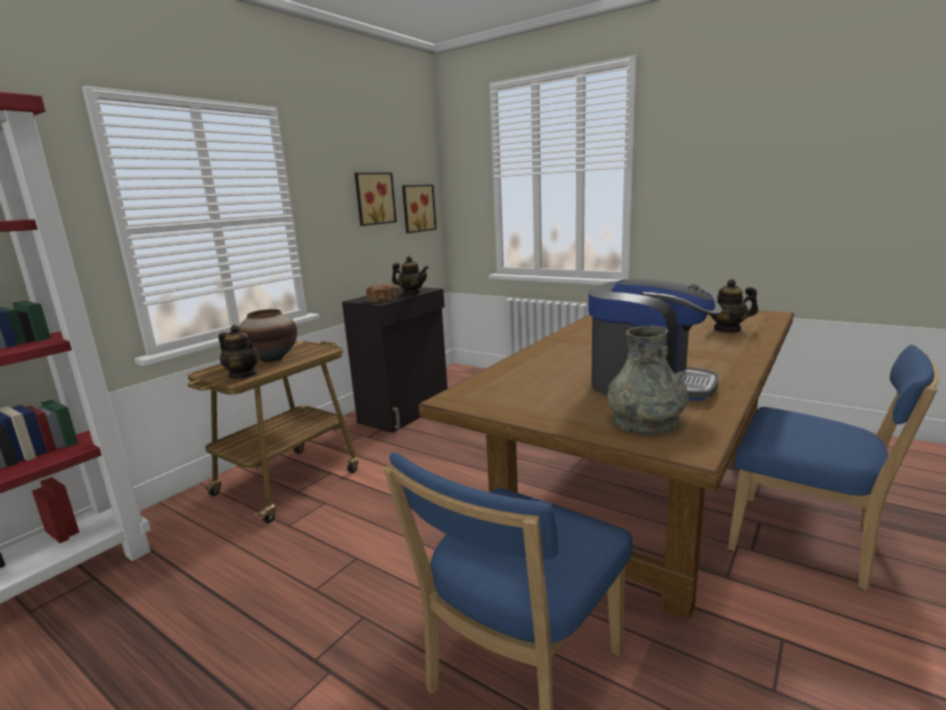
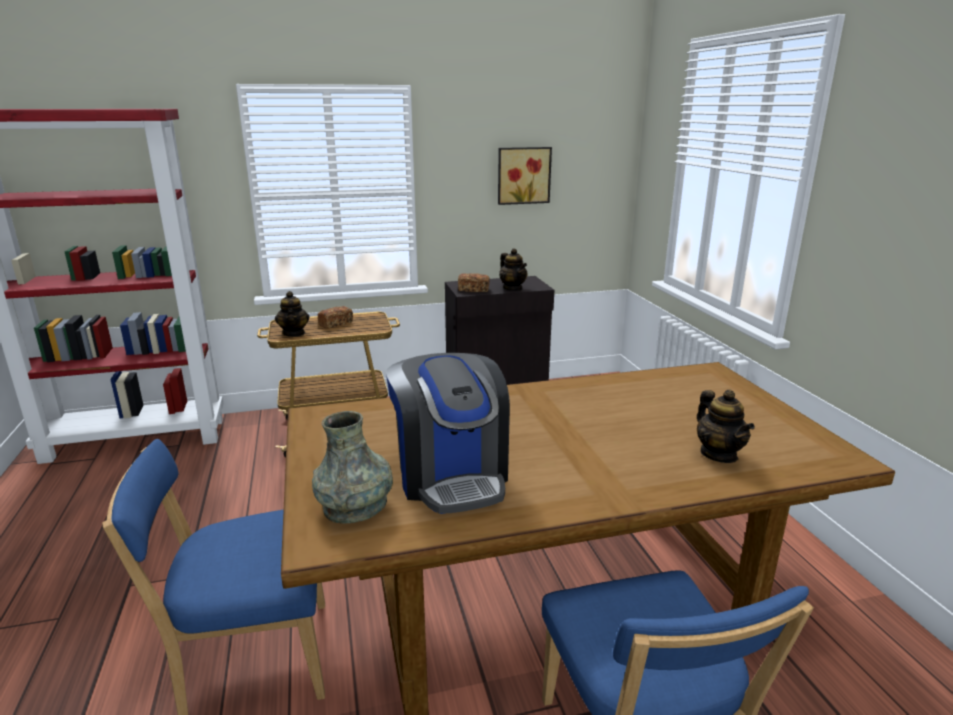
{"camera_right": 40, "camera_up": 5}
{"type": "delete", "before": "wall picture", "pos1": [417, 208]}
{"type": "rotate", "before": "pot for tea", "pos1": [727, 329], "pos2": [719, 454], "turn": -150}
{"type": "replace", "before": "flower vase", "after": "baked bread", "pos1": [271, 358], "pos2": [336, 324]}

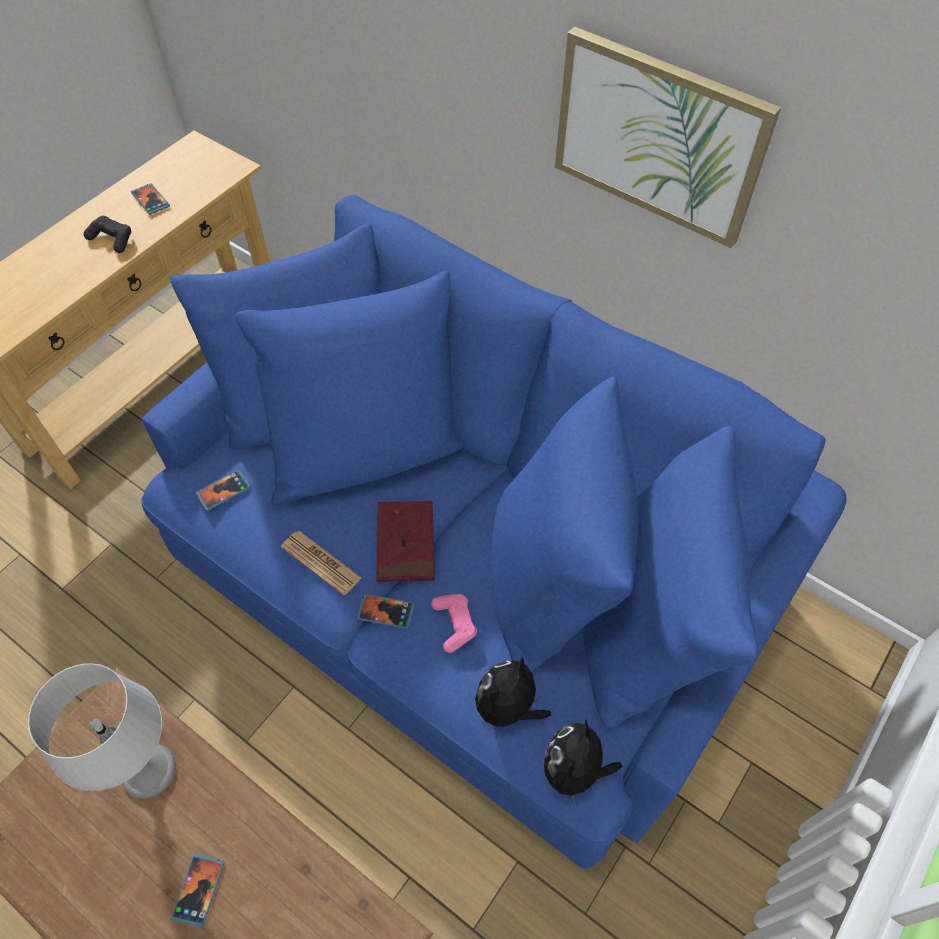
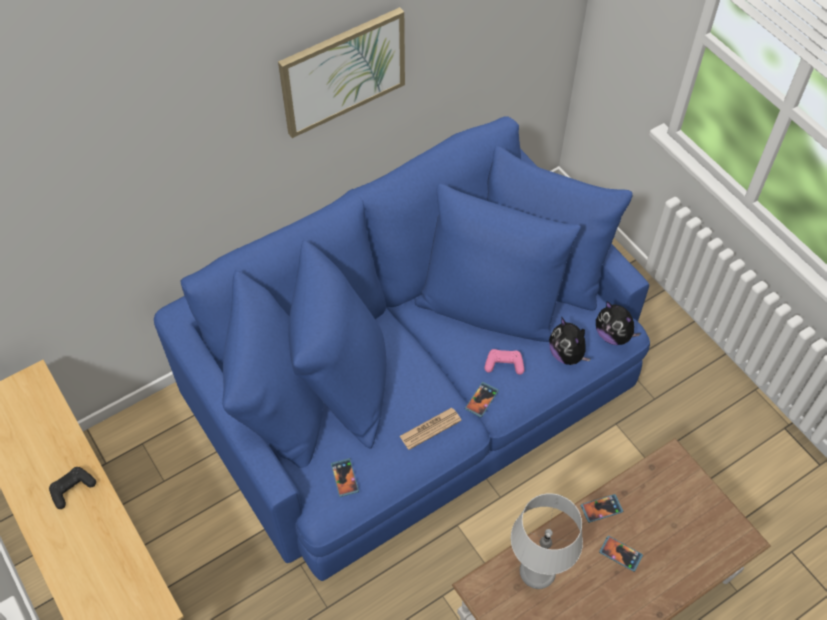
{"camera_right": -70, "camera_up": 0}
{"type": "move", "before": "handset", "pos1": [151, 200], "pos2": [601, 509]}
{"type": "delete", "before": "bound book/red-coloured", "pos1": [405, 543]}

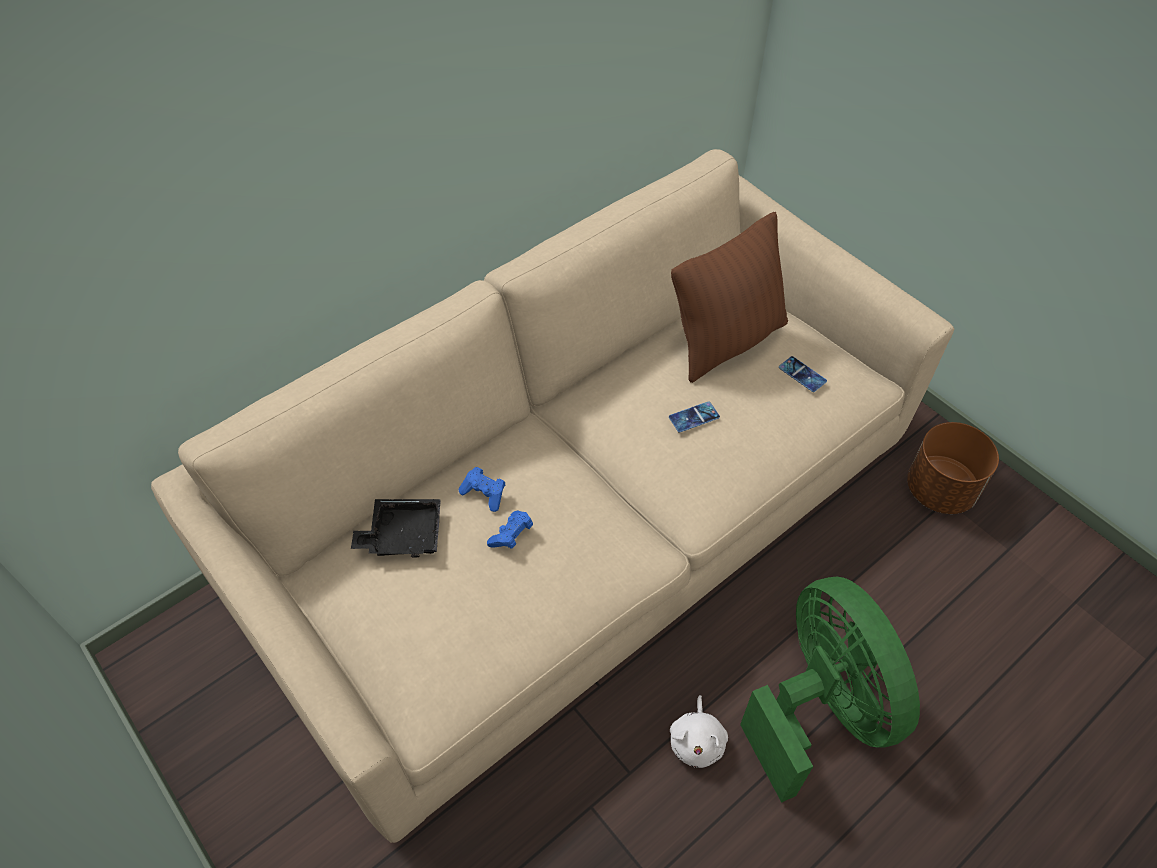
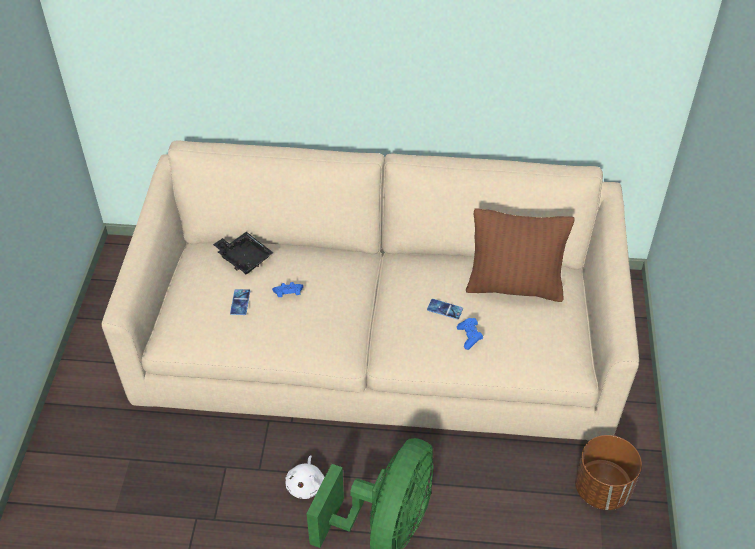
{"camera_right": 45, "camera_up": -5}
{"type": "move", "before": "handset", "pos1": [802, 374], "pos2": [240, 302]}
{"type": "move", "before": "game controller/blue-coloured", "pos1": [484, 494], "pos2": [469, 337]}
{"type": "rotate", "before": "soft toy/white-coloured", "pos1": [697, 741], "pos2": [306, 485], "turn": -45}

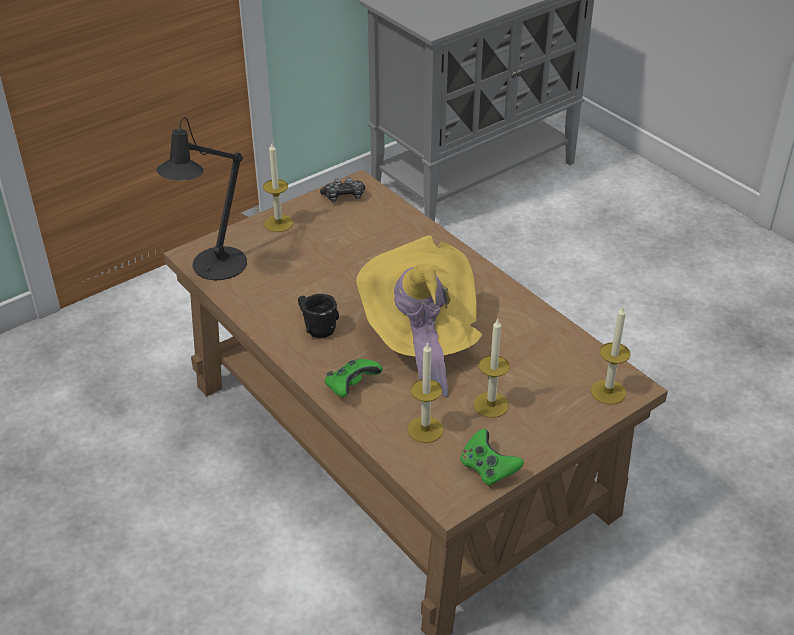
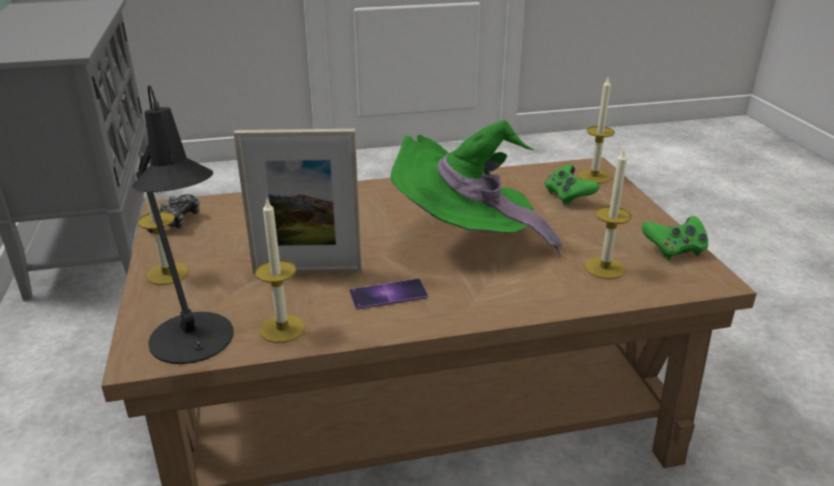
{"camera_right": -65, "camera_up": -10}
{"type": "recolor", "before": "clothing hat/yellowish", "after": "clothing hat/green", "pos1": [420, 341], "pos2": [467, 238]}
{"type": "replace", "before": "tea mug/black", "after": "handset", "pos1": [313, 325], "pos2": [388, 294]}
{"type": "move", "before": "wax candle", "pos1": [491, 405], "pos2": [282, 328]}
{"type": "move", "before": "game controller/green", "pos1": [351, 387], "pos2": [567, 196]}
{"type": "insert", "after": "photo frame", "pos2": [307, 271]}

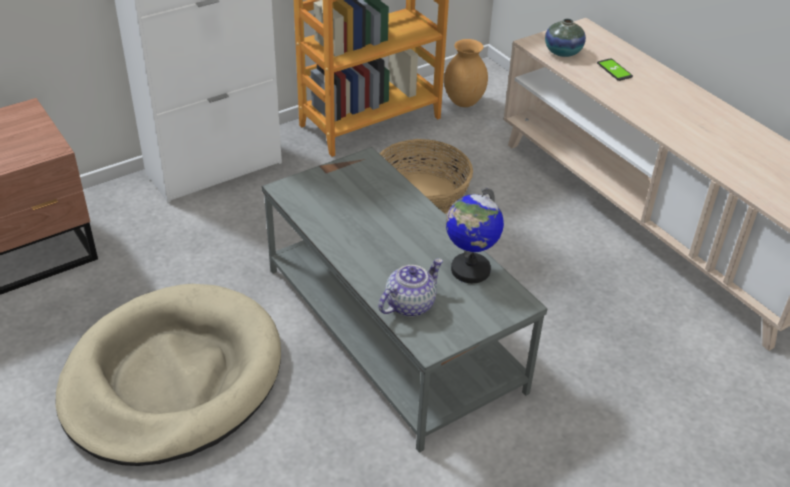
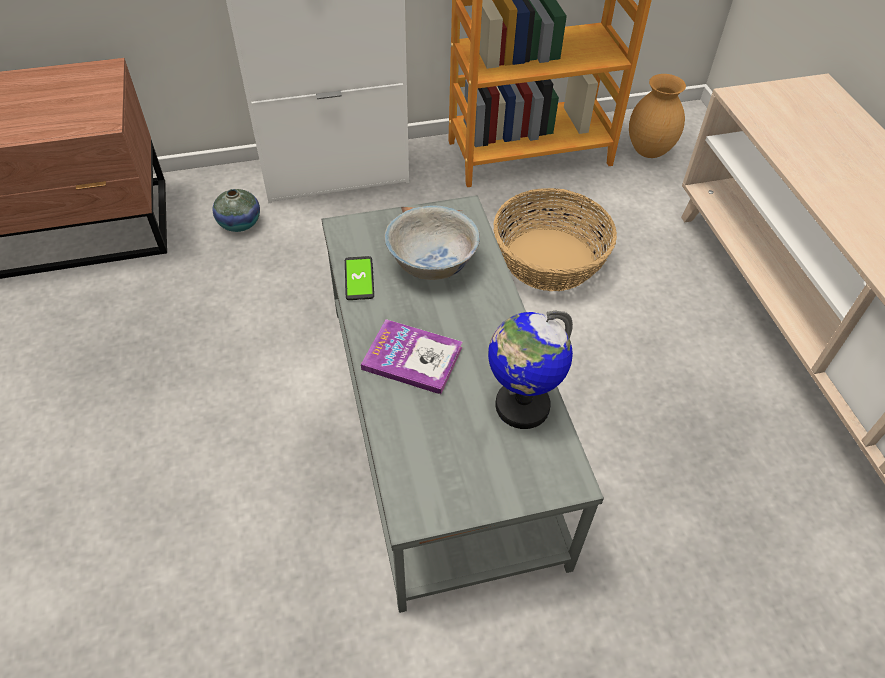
{"camera_right": 20, "camera_up": 10}
{"type": "move", "before": "flower vase", "pos1": [563, 52], "pos2": [239, 223]}
{"type": "move", "before": "handset", "pos1": [614, 70], "pos2": [359, 279]}
{"type": "delete", "before": "pot for tea", "pos1": [409, 304]}
{"type": "delete", "before": "dog bed/sand-coloured", "pos1": [172, 378]}
{"type": "insert", "after": "deep dish/white-coloured", "pos2": [432, 263]}
{"type": "insert", "after": "bound book", "pos2": [412, 358]}

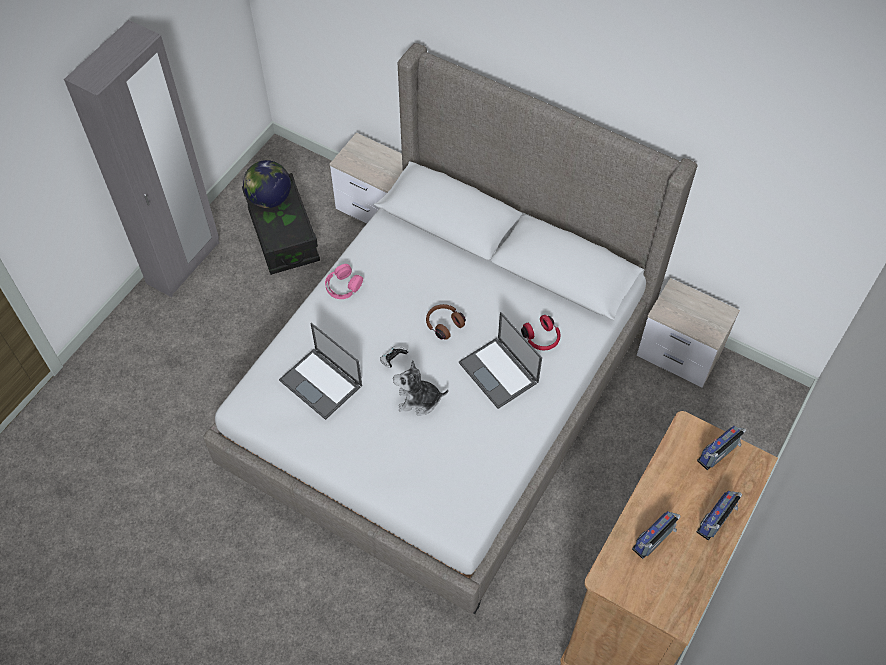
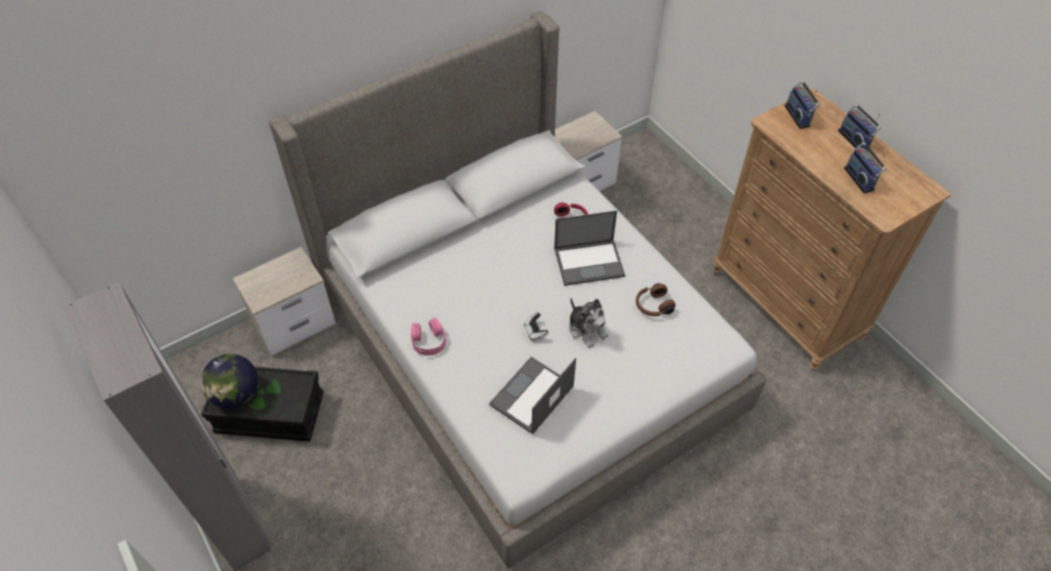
{"camera_right": -65, "camera_up": -5}
{"type": "move", "before": "headphones/brownish", "pos1": [443, 324], "pos2": [652, 306]}
{"type": "rotate", "before": "notebook computer", "pos1": [322, 383], "pos2": [531, 396], "turn": 150}
{"type": "rotate", "before": "soft toy", "pos1": [419, 400], "pos2": [587, 329], "turn": -60}

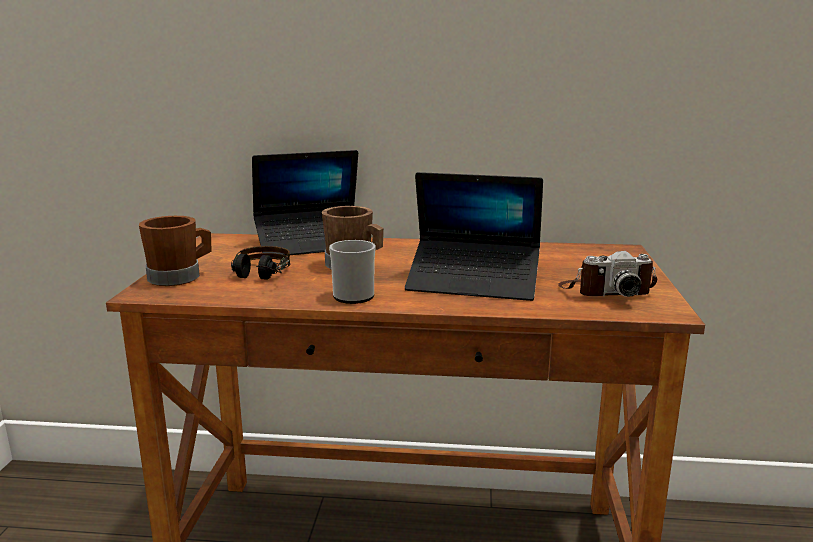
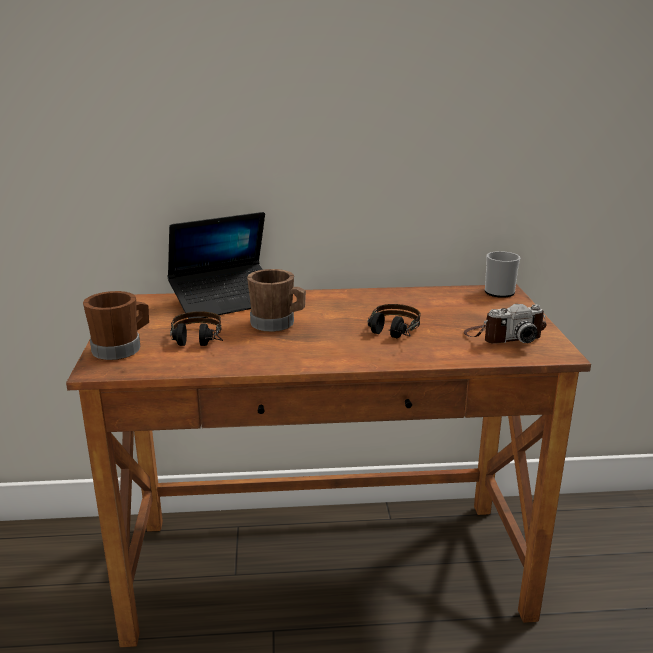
{"camera_right": -10, "camera_up": 5}
{"type": "replace", "before": "notebook computer", "after": "headphones", "pos1": [473, 282], "pos2": [391, 335]}
{"type": "move", "before": "tea mug", "pos1": [356, 294], "pos2": [499, 291]}

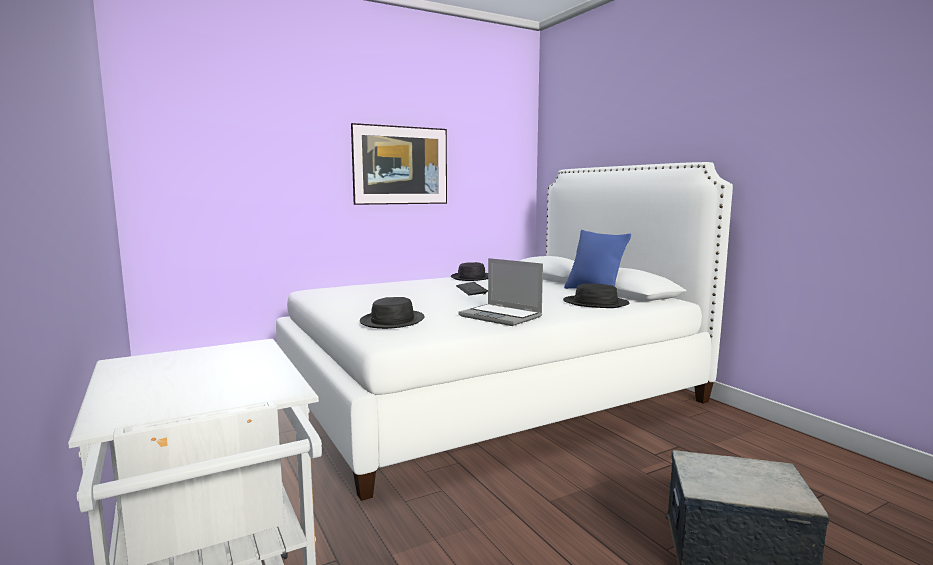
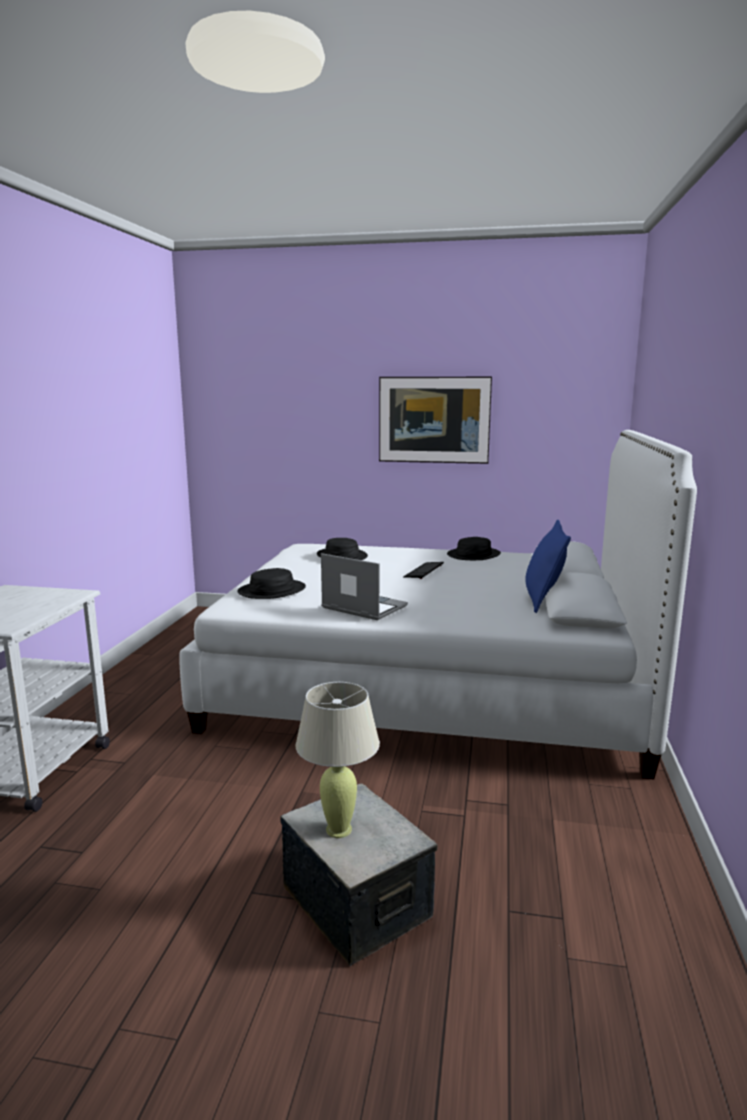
{"camera_right": 40, "camera_up": 5}
{"type": "rotate", "before": "notebook computer", "pos1": [502, 316], "pos2": [362, 607], "turn": 135}
{"type": "move", "before": "clothing hat/black", "pos1": [595, 303], "pos2": [341, 556]}
{"type": "insert", "after": "tabletop lamp/sand-coloured", "pos2": [338, 830]}

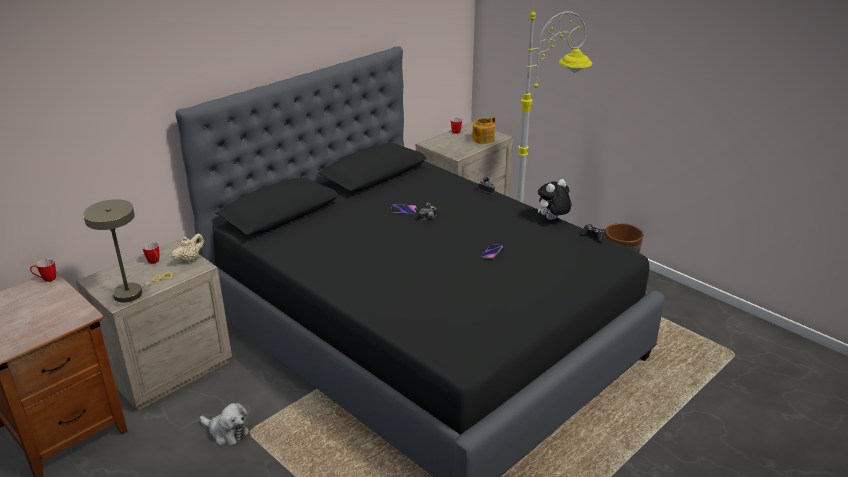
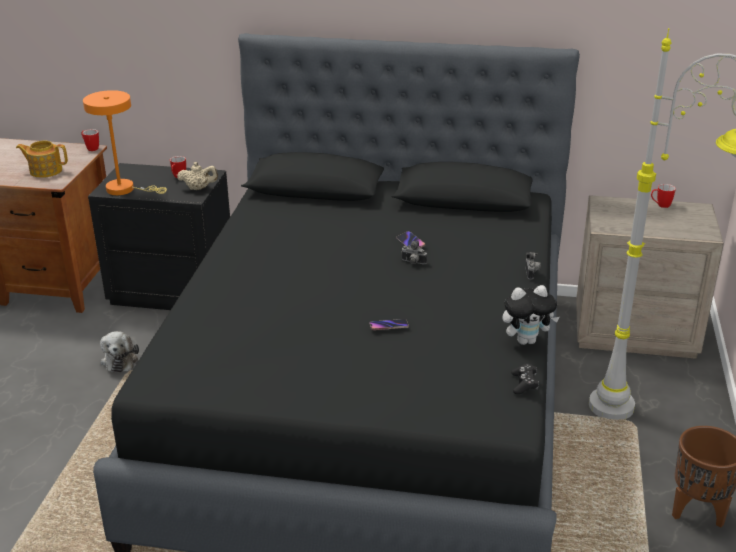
{"camera_right": 55, "camera_up": 0}
{"type": "move", "before": "pot for tea", "pos1": [482, 139], "pos2": [45, 170]}
{"type": "rotate", "before": "soft toy", "pos1": [552, 219], "pos2": [526, 340], "turn": 150}
{"type": "recolor", "before": "tabletop lamp/sand-coloured", "after": "tabletop lamp/orangey", "pos1": [133, 292], "pos2": [125, 189]}
{"type": "recolor", "before": "night table/sand-coloured", "after": "night table/black", "pos1": [167, 369], "pos2": [173, 290]}

